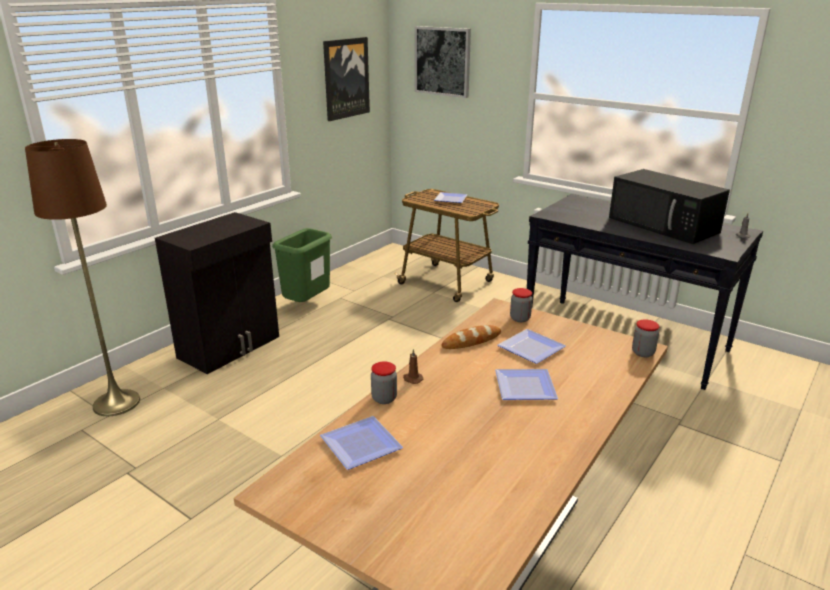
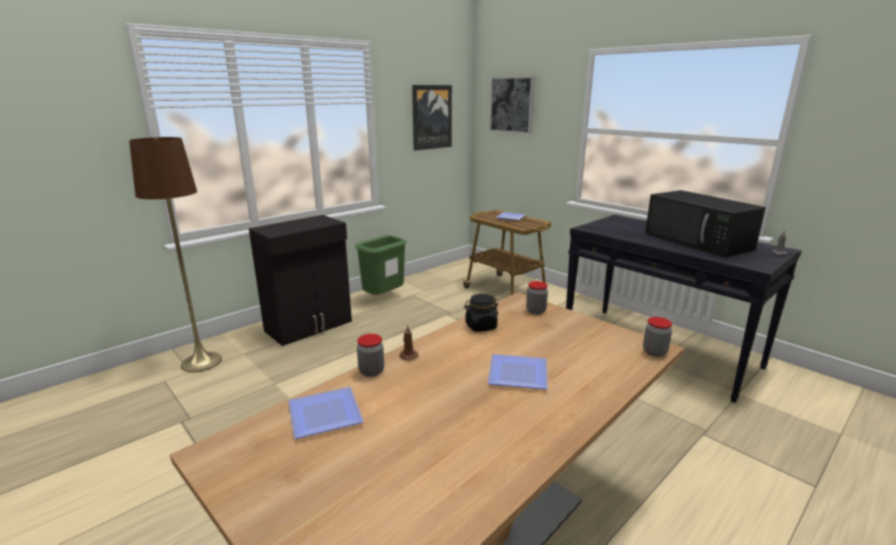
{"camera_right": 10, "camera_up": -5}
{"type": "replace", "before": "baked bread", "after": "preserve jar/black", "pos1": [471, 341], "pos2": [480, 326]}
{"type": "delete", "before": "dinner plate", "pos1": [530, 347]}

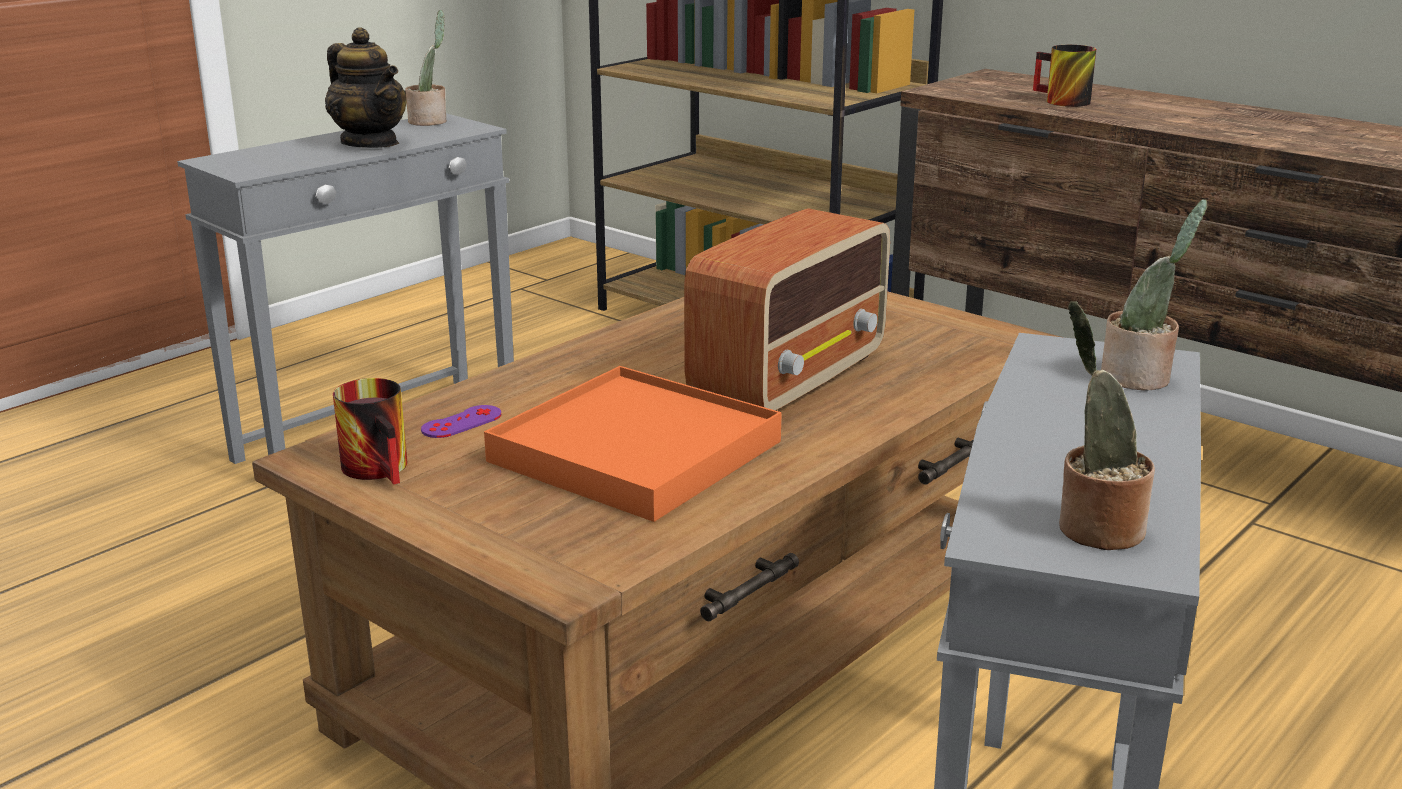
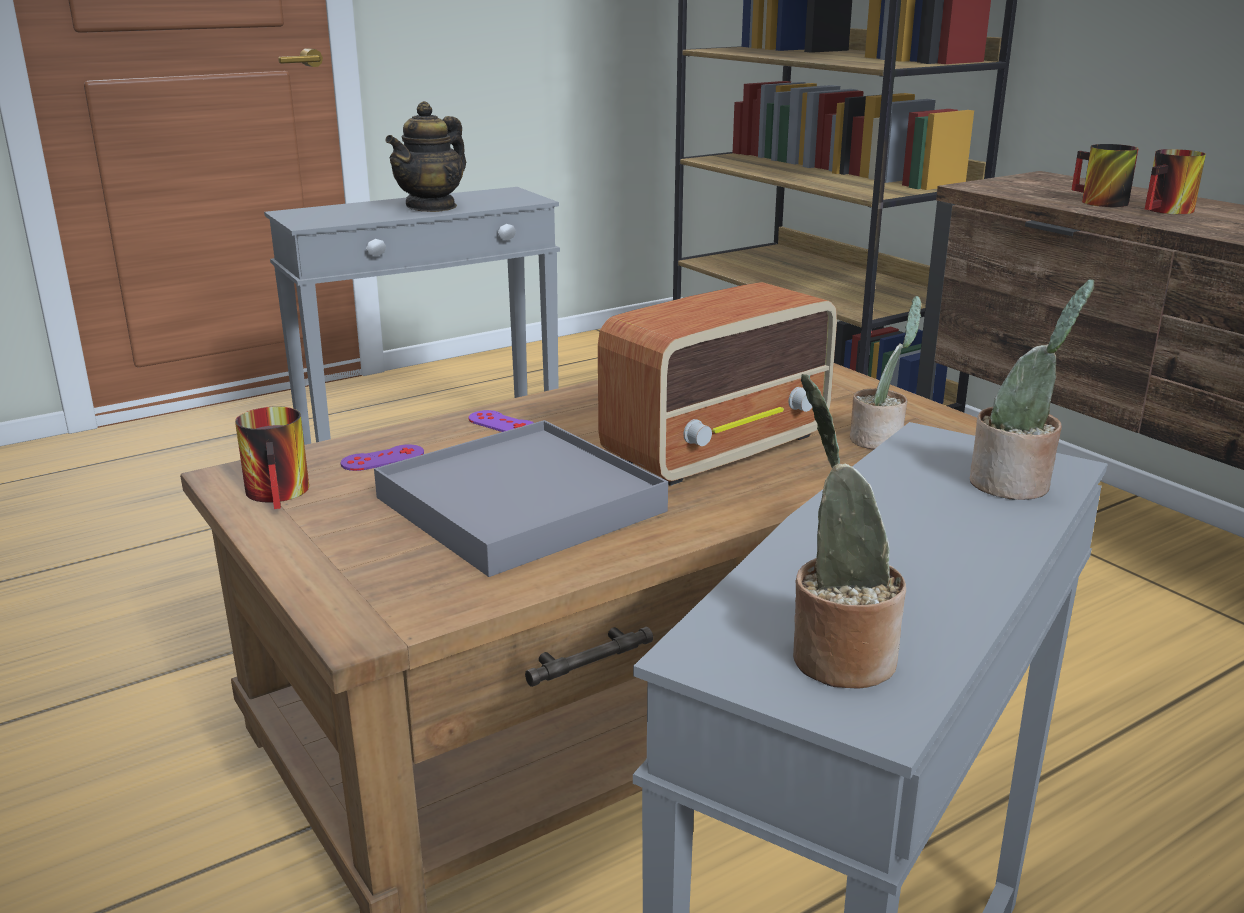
{"camera_right": 15, "camera_up": 0}
{"type": "move", "before": "houseplant", "pos1": [430, 121], "pos2": [879, 439]}
{"type": "rotate", "before": "pot for tea", "pos1": [370, 143], "pos2": [432, 207], "turn": 60}
{"type": "recolor", "before": "serving tray/orangey", "after": "serving tray/grey", "pos1": [635, 452], "pos2": [520, 505]}
{"type": "insert", "after": "tea mug", "pos2": [1169, 211]}
{"type": "insert", "after": "game controller/purple", "pos2": [502, 423]}

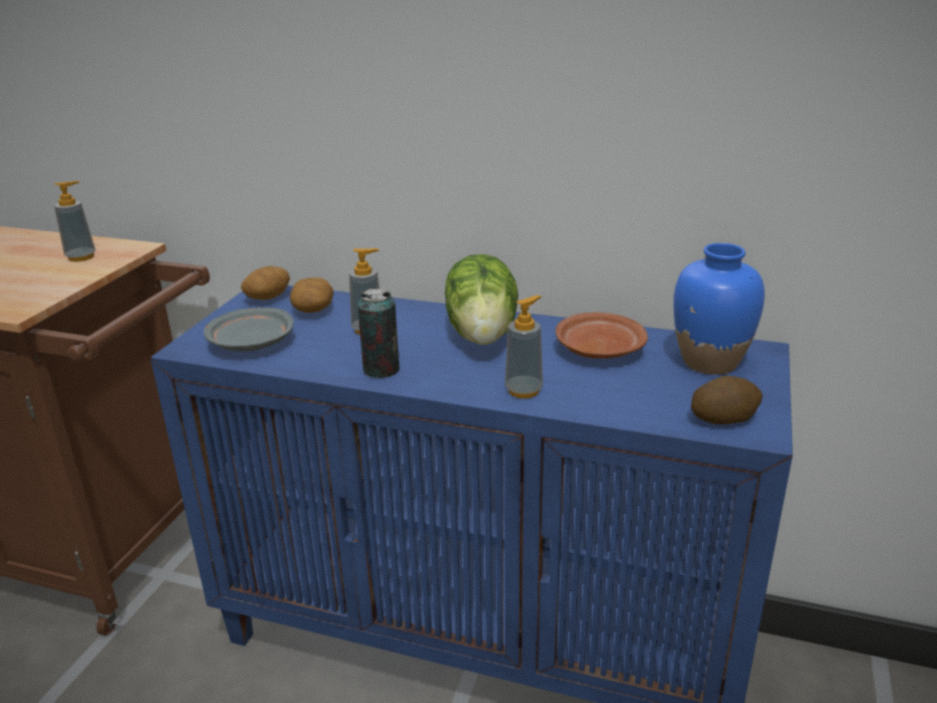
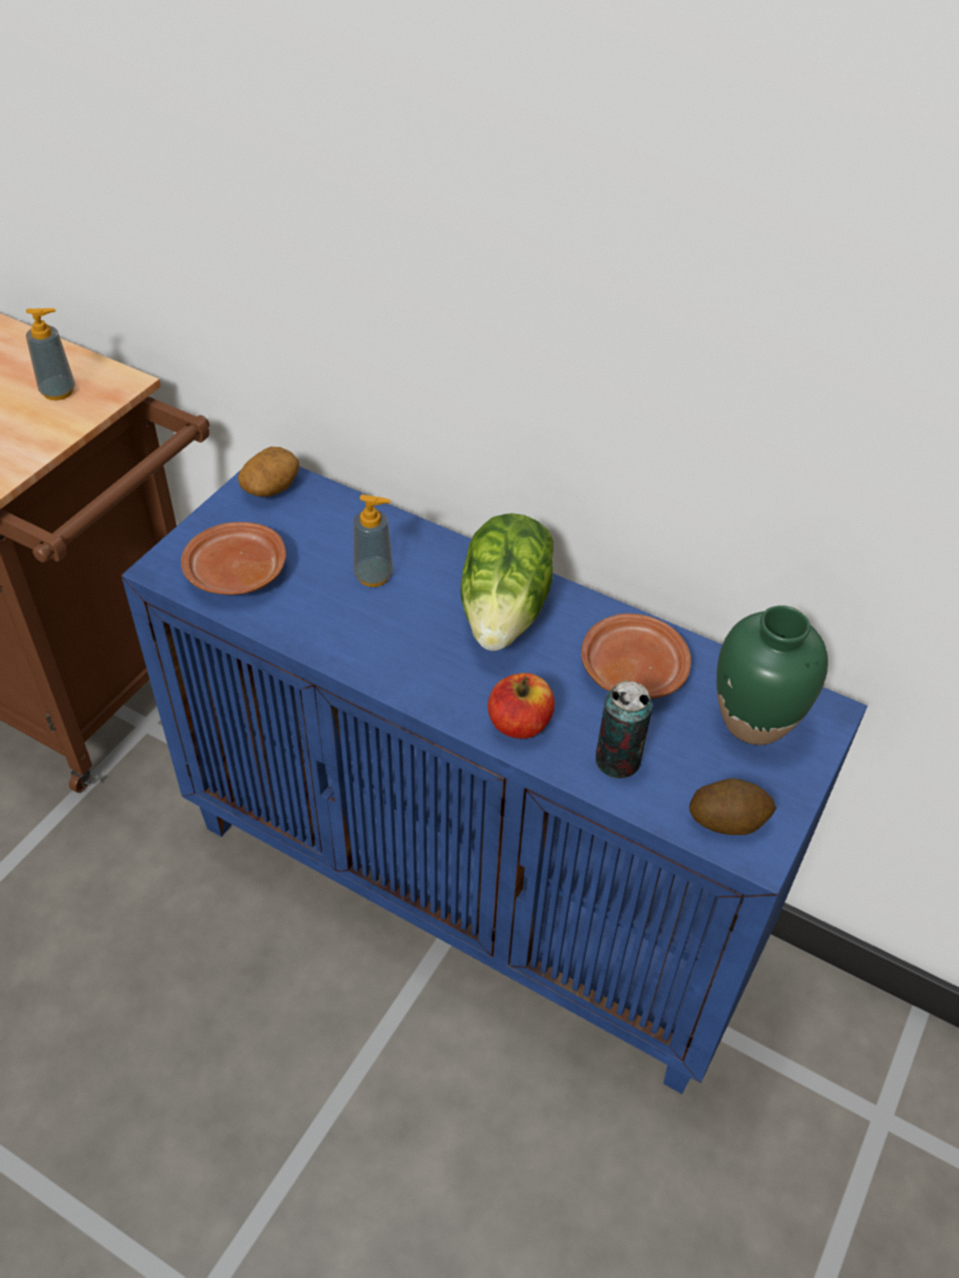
{"camera_right": 10, "camera_up": 20}
{"type": "recolor", "before": "flower vase/blue-coloured", "after": "flower vase/green", "pos1": [709, 362], "pos2": [753, 721]}
{"type": "delete", "before": "spud", "pos1": [313, 310]}
{"type": "move", "before": "sealed can", "pos1": [381, 370], "pos2": [617, 760]}
{"type": "replace", "before": "soap dispenser", "after": "apple fruit", "pos1": [524, 390], "pos2": [519, 724]}
{"type": "recolor", "before": "dinner plate/grey", "after": "dinner plate/brownish", "pos1": [251, 343], "pos2": [235, 573]}

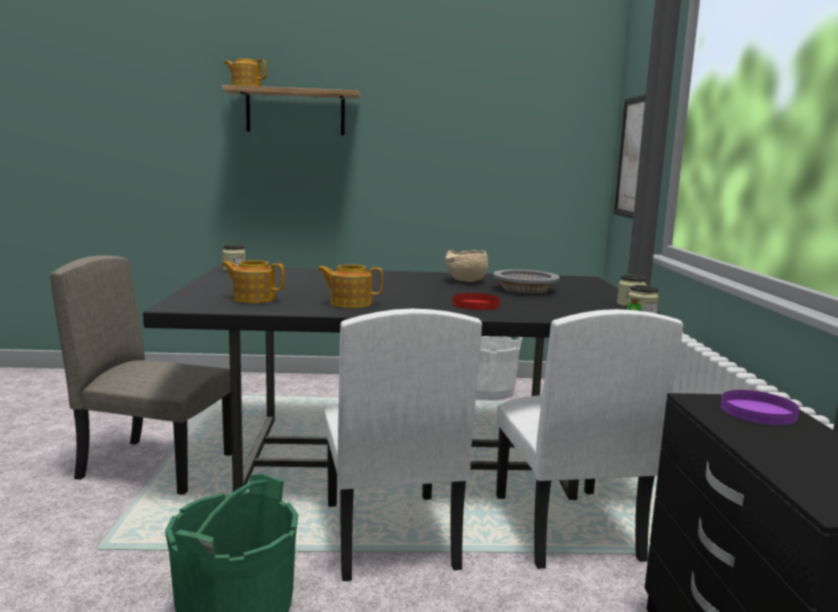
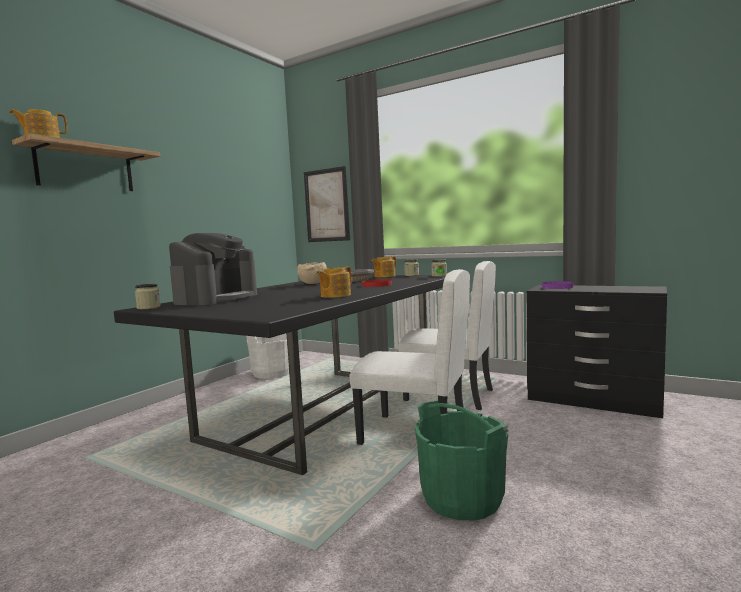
{"camera_right": -55, "camera_up": -5}
{"type": "delete", "before": "chair/sand-coloured", "pos1": [157, 466]}
{"type": "move", "before": "pot for tea", "pos1": [253, 298], "pos2": [384, 276]}
{"type": "insert", "after": "coffee maker", "pos2": [217, 299]}

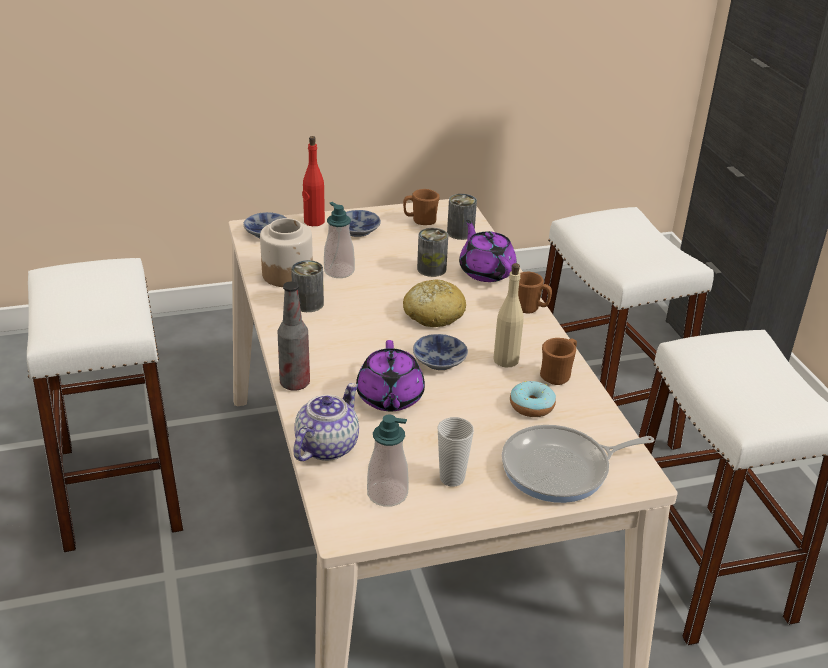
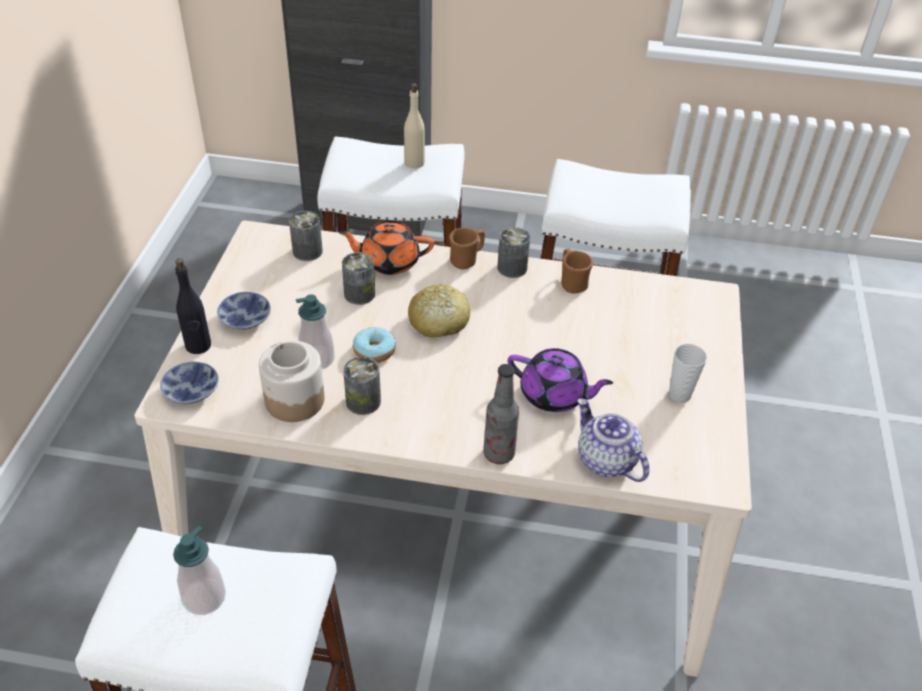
{"camera_right": -65, "camera_up": 10}
{"type": "recolor", "before": "drink bottle/red-coloured", "after": "drink bottle/black", "pos1": [314, 221], "pos2": [198, 346]}
{"type": "delete", "before": "tea mug/brownish", "pos1": [420, 221]}
{"type": "recolor", "before": "pot for tea/purple", "after": "pot for tea/orangey", "pos1": [486, 271], "pos2": [388, 261]}
{"type": "move", "before": "drink bottle/sand-coloured", "pos1": [506, 360], "pos2": [414, 163]}
{"type": "delete", "before": "deep dish", "pos1": [437, 360]}
{"type": "move", "before": "donut", "pos1": [531, 406], "pos2": [374, 351]}
{"type": "move", "before": "soap dispenser", "pos1": [387, 494], "pos2": [204, 597]}
{"type": "delete", "before": "pan", "pos1": [561, 469]}
{"type": "insert", "after": "sealed can", "pos2": [512, 268]}

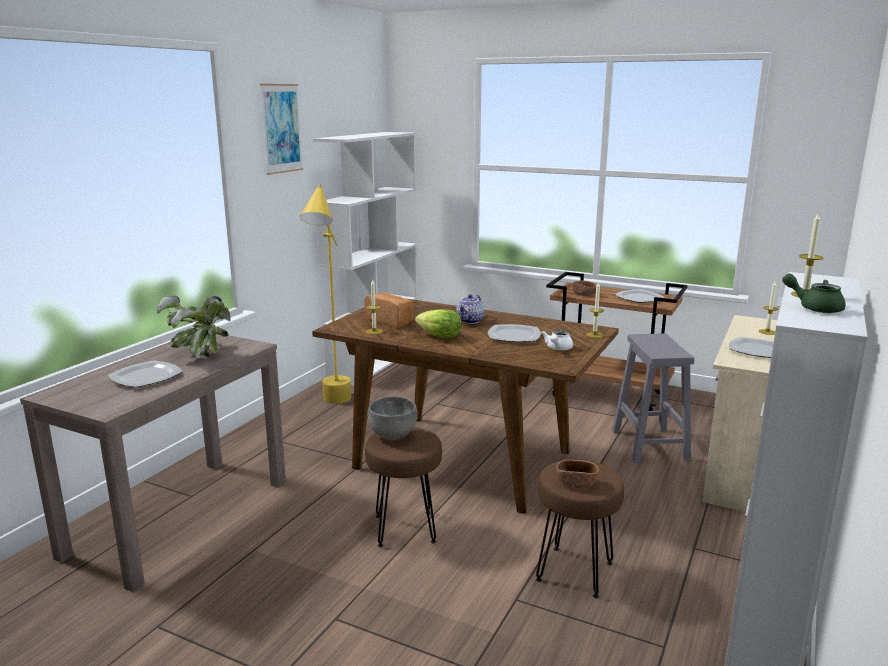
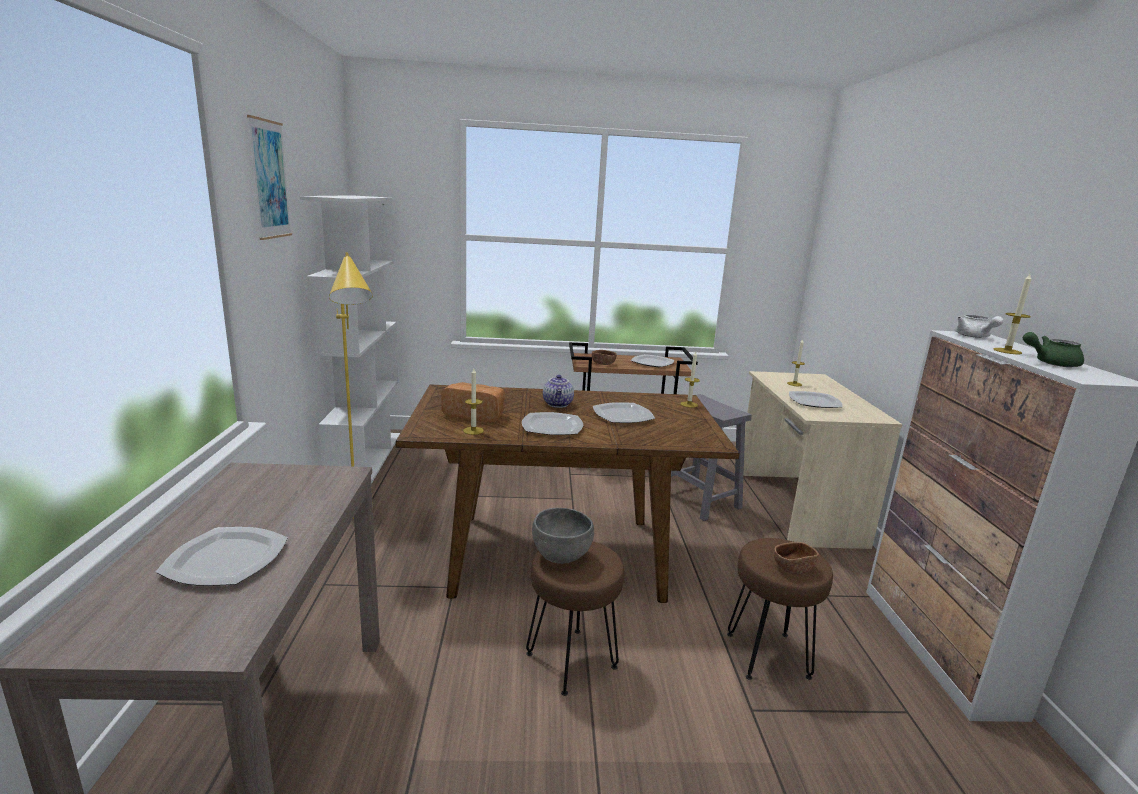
{"camera_right": -30, "camera_up": 0}
{"type": "delete", "before": "houseplant", "pos1": [201, 354]}
{"type": "replace", "before": "lettuce", "after": "dinner plate", "pos1": [439, 336], "pos2": [553, 427]}
{"type": "move", "before": "pot for tea/white-coloured", "pos1": [557, 349], "pos2": [974, 336]}

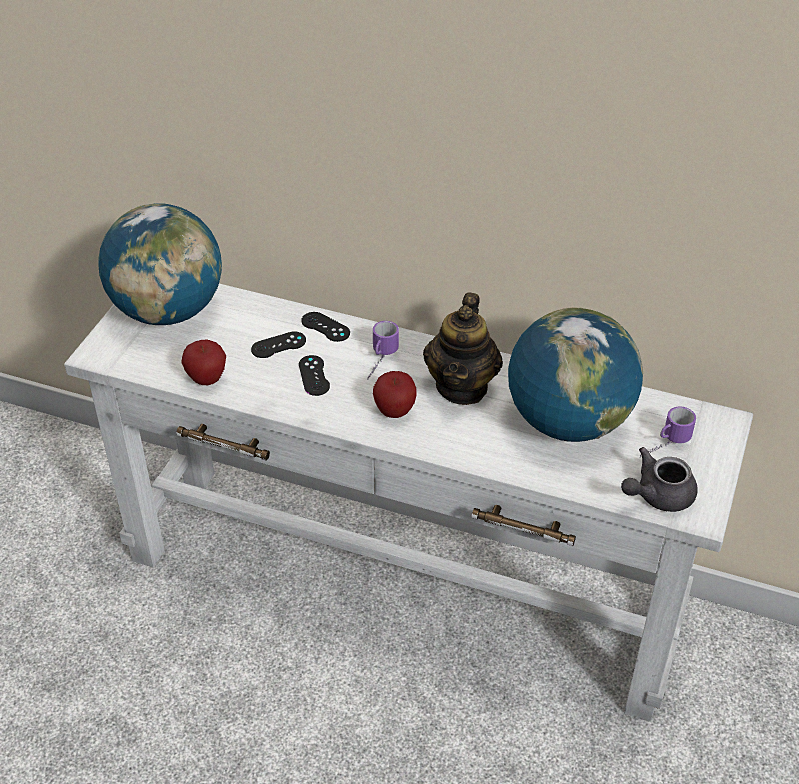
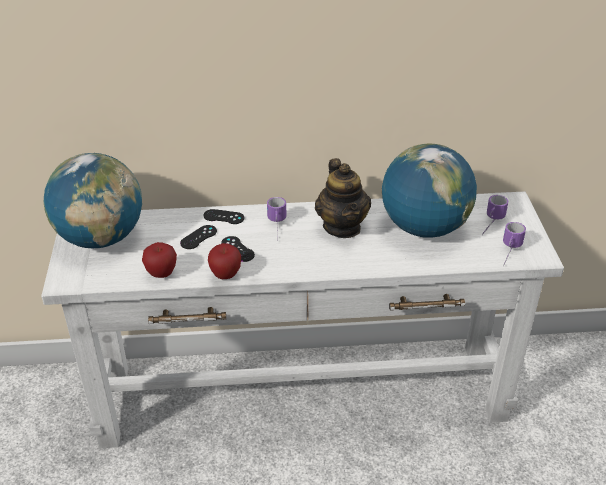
{"camera_right": -25, "camera_up": -5}
{"type": "move", "before": "apple fruit", "pos1": [394, 412], "pos2": [225, 275]}
{"type": "replace", "before": "pot for tea/grey", "after": "tea mug", "pos1": [657, 496], "pos2": [508, 253]}

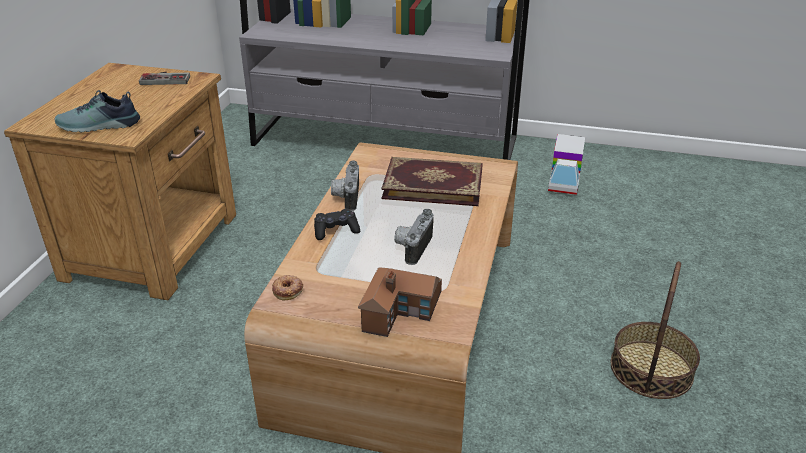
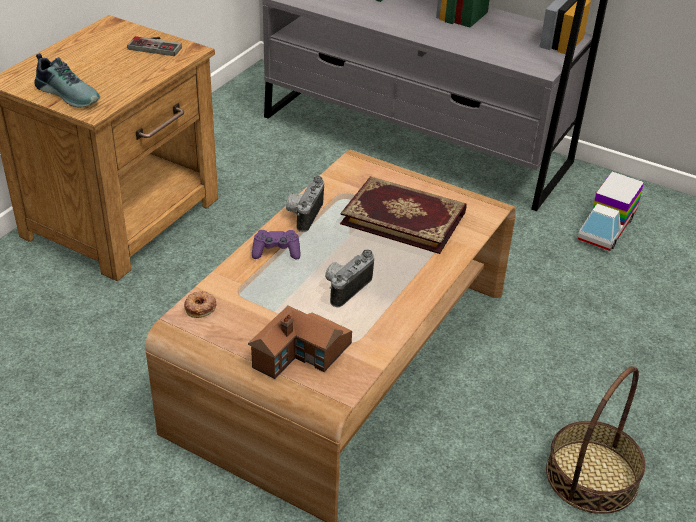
{"camera_right": 15, "camera_up": 5}
{"type": "rotate", "before": "item of footwear", "pos1": [99, 126], "pos2": [69, 94], "turn": -150}
{"type": "recolor", "before": "game controller/black", "after": "game controller/purple", "pos1": [336, 230], "pos2": [276, 251]}

